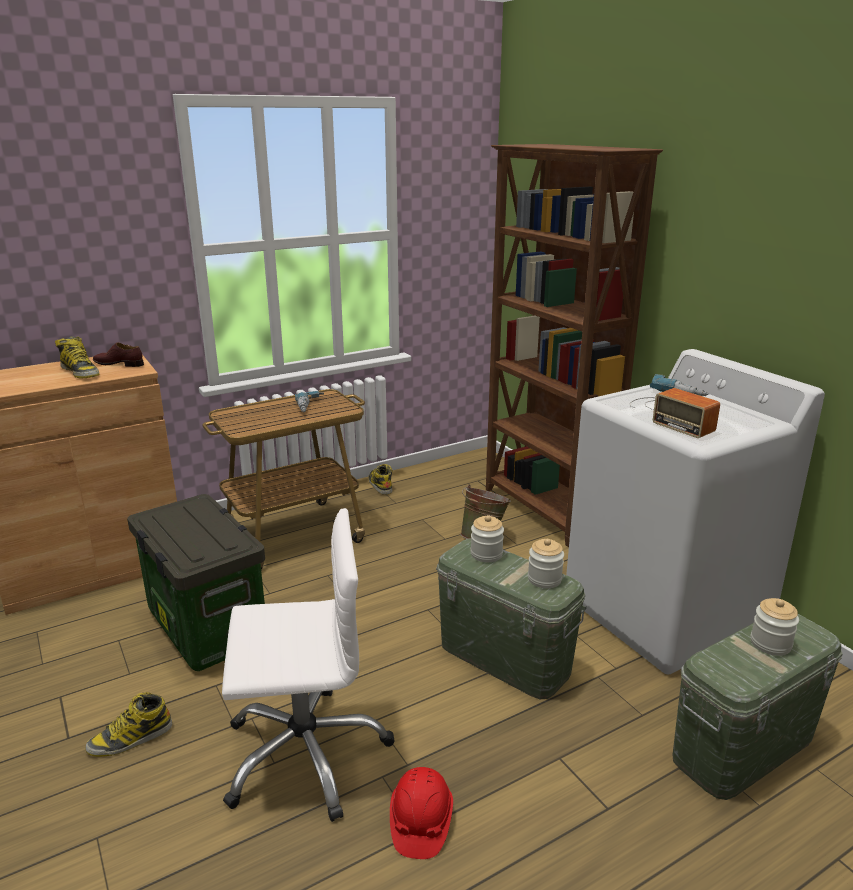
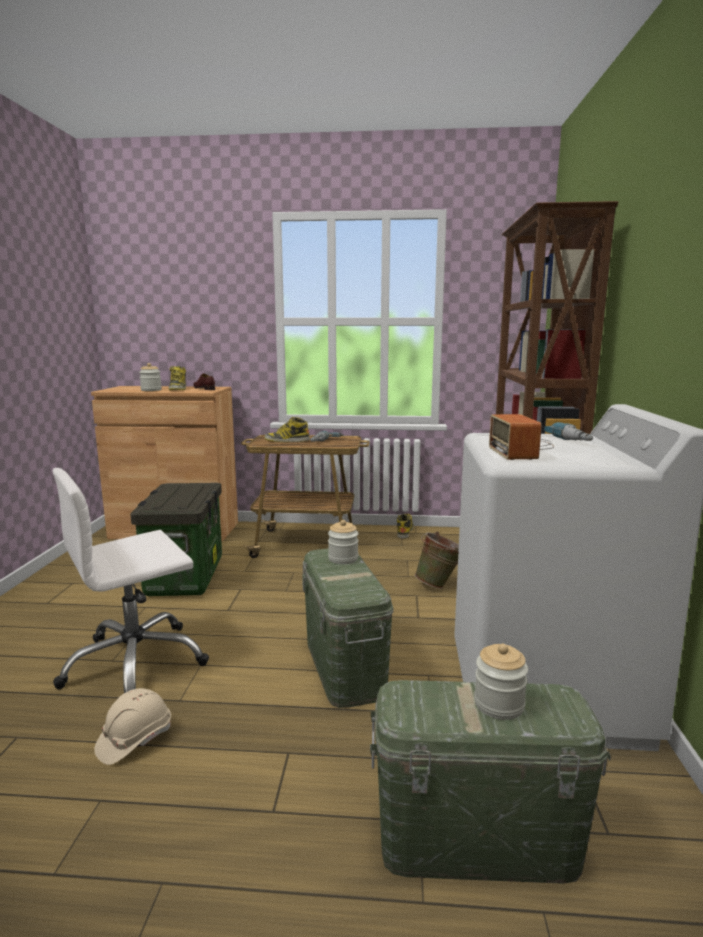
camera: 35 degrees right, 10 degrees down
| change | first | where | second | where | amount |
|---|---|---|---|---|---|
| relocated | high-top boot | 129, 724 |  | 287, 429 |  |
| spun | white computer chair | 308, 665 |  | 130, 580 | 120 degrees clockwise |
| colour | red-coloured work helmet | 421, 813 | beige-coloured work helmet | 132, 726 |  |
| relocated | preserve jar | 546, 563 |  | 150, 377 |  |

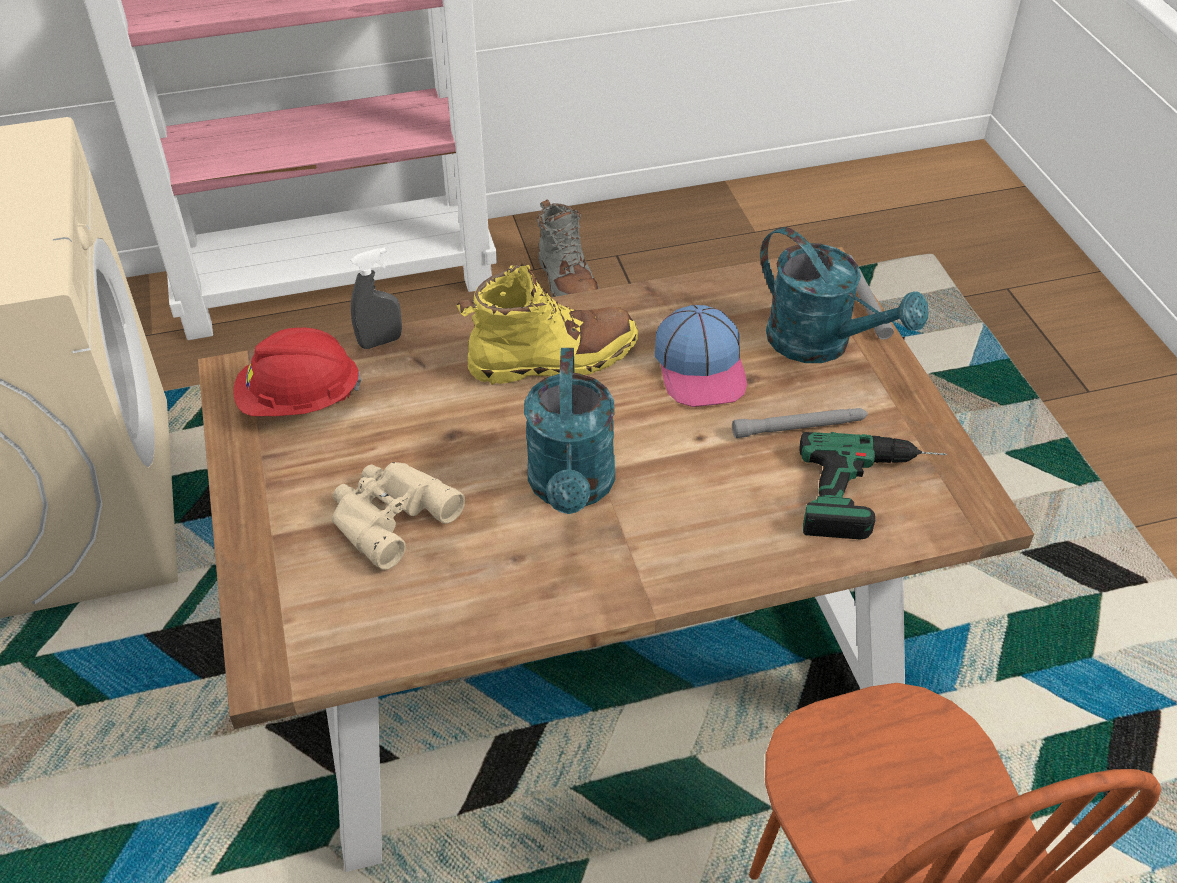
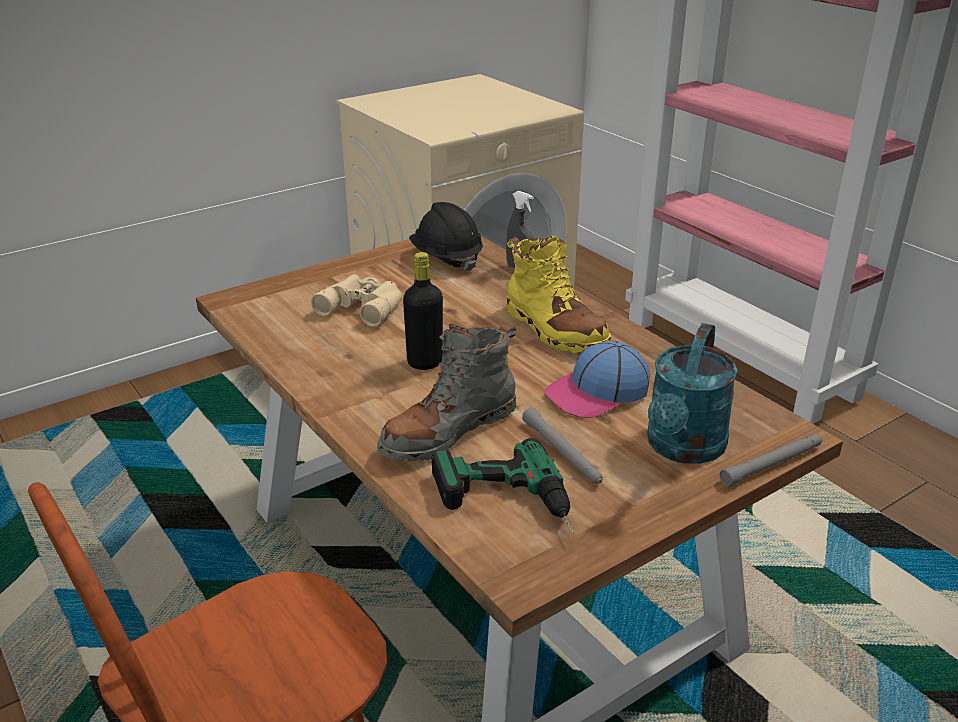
camera: 70 degrees right, 15 degrees down
| change | first | where | second | where | amount |
|---|---|---|---|---|---|
| colour | red-coloured work helmet | 298, 372 | black work helmet | 446, 237 |  |
| exchanged | blue-green sprinkling can | 569, 431 | black bottle | 423, 311 |  |
| relocated | gray high-top boot | 568, 248 |  | 447, 392 |  |

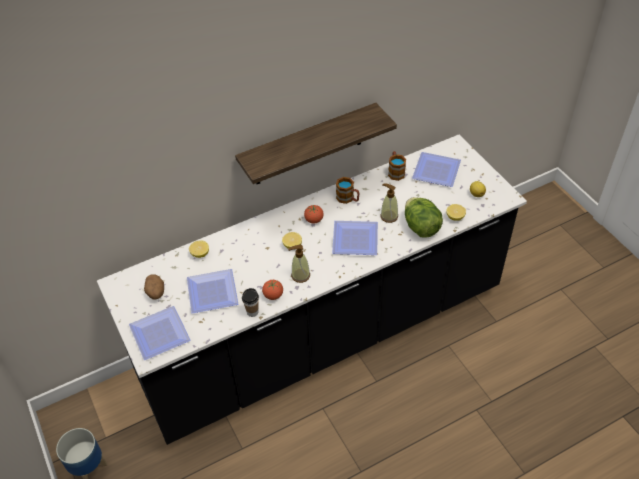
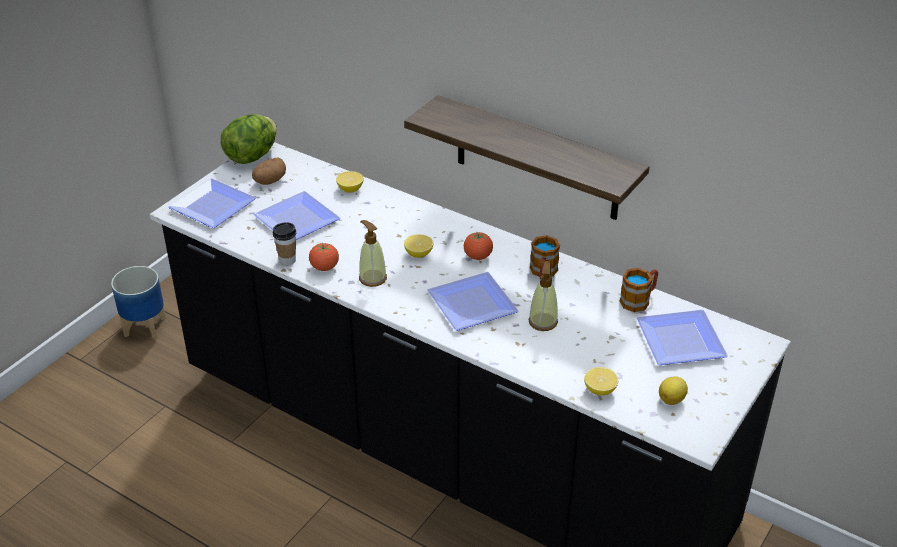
camera: 60 degrees right, 10 degrees down
| change | first | where | second | where | amount |
|---|---|---|---|---|---|
| relocated | lettuce head | 424, 217 |  | 249, 139 |  |

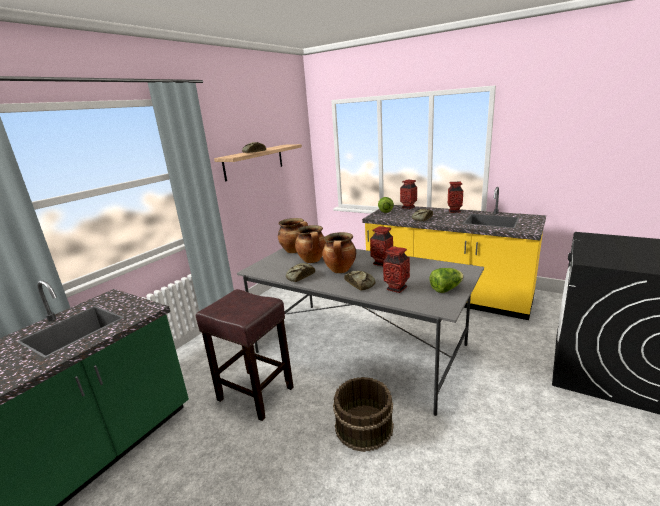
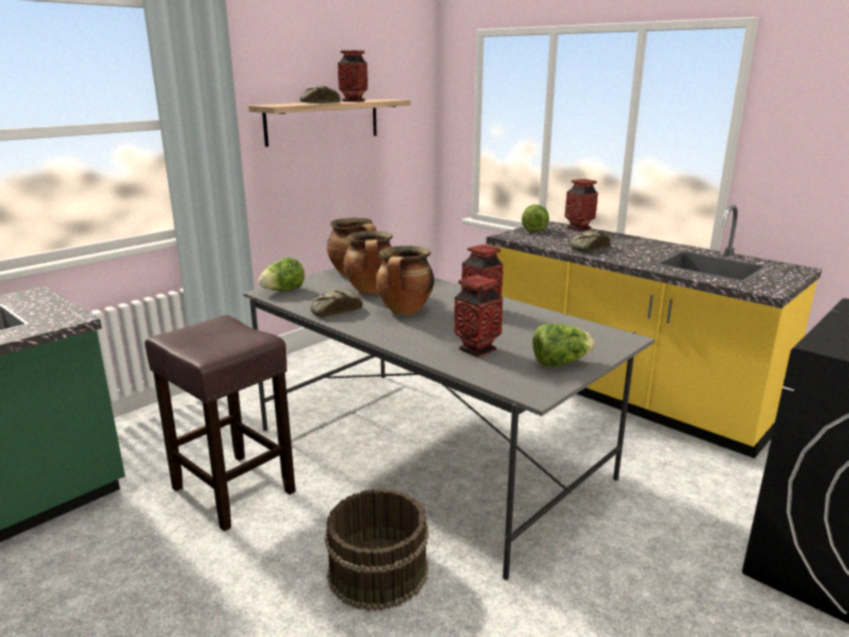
camera: 10 degrees right, 0 degrees up
| change | first | where | second | where | amount |
|---|---|---|---|---|---|
| missing | bread | 360, 281 |  |  |  |
| relocated | flower vase | 455, 197 |  | 353, 76 |  |
| appeared |  |  | lettuce head | 281, 274 |  |

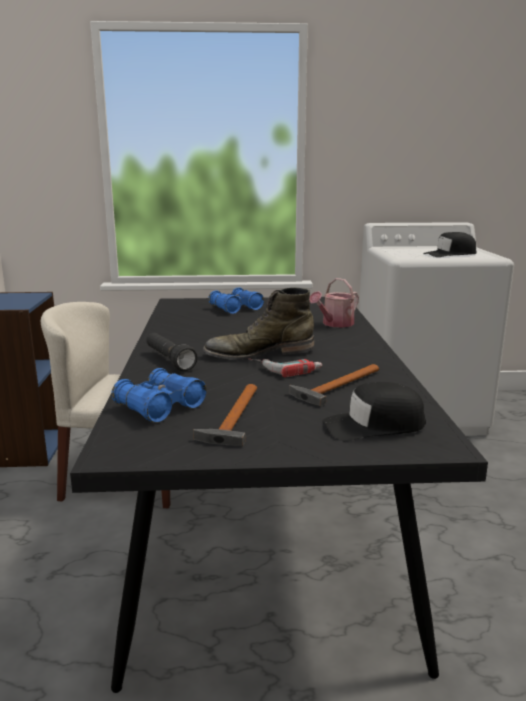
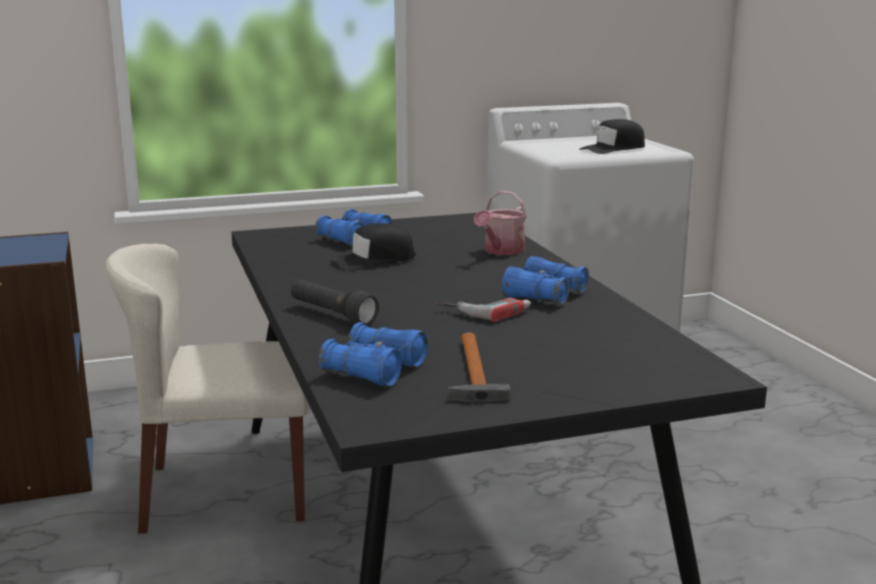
camera: 15 degrees left, 0 degrees up
| change | first | where | second | where | amount |
|---|---|---|---|---|---|
| missing | greenish high-top boot | 258, 323 |  |  |  |
| missing | hammer | 334, 385 |  |  |  |
| relocated | black cap | 374, 411 |  | 372, 246 |  |
| appeared |  |  | blue-coloured pair of binoculars | 545, 280 |  |

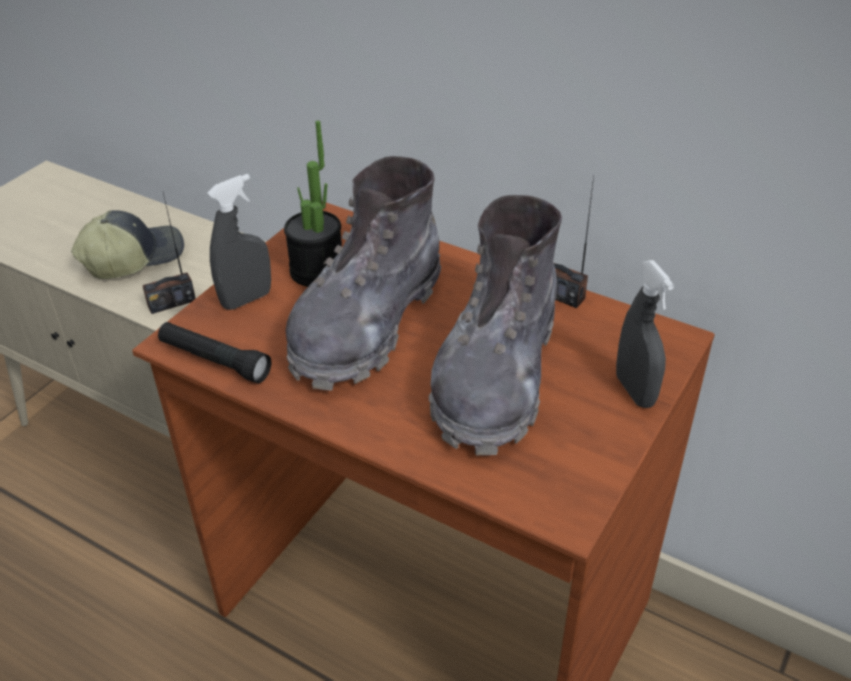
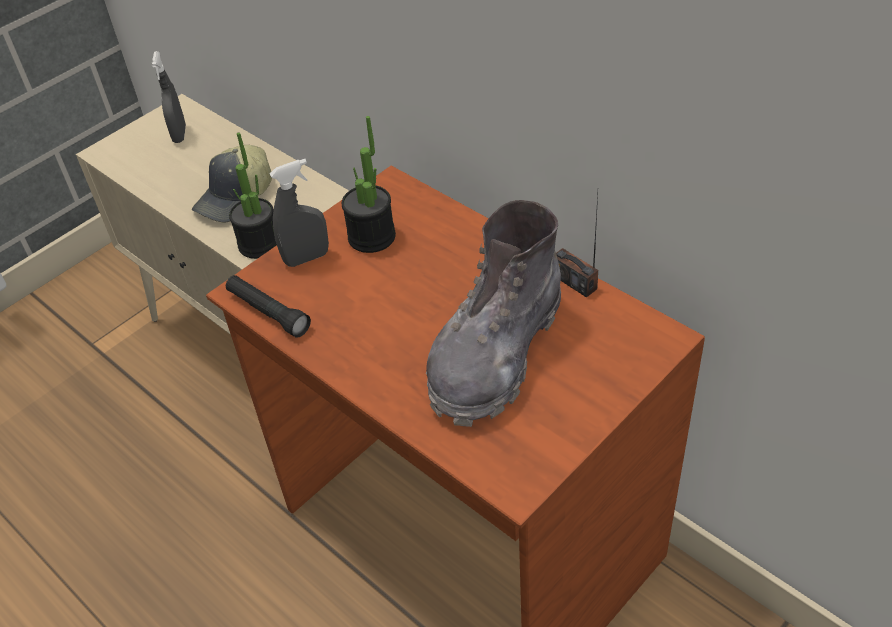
camera: 15 degrees right, 5 degrees up
| change | first | where | second | where | amount |
|---|---|---|---|---|---|
| spun | cap | 127, 244 |  | 232, 184 | 150 degrees clockwise |
| exchanged | radio receiver | 169, 253 | houseplant | 253, 196 |  |
| missing | gray high-top boot | 363, 273 |  |  |  |
| relocated | gray spray bottle | 645, 334 |  | 169, 97 |  |

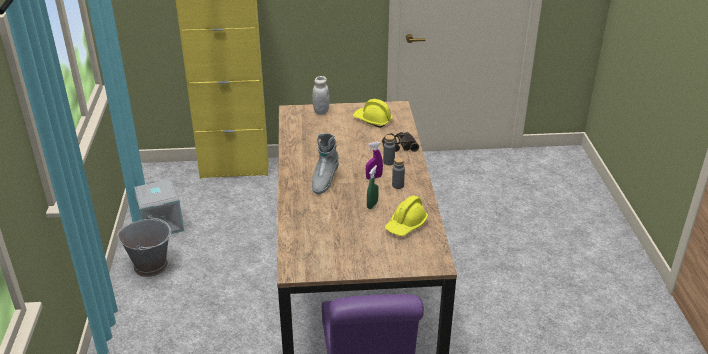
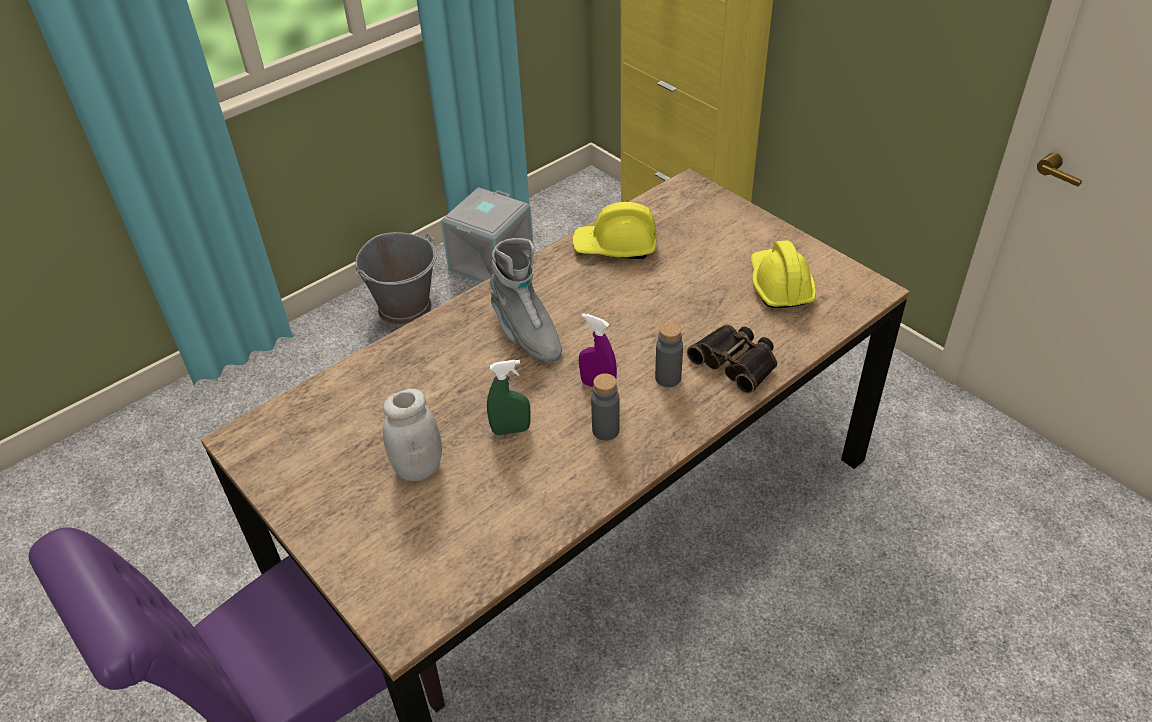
camera: 55 degrees right, 10 degrees up
| change | first | where | second | where | amount |
|---|---|---|---|---|---|
| relocated | white preserve jar | 320, 95 |  | 412, 435 |  |
| spun | gray high-top boot | 325, 163 |  | 525, 300 | 105 degrees counterclockwise |
| relocated | yellow-coloured work helmet | 406, 215 |  | 614, 230 |  |

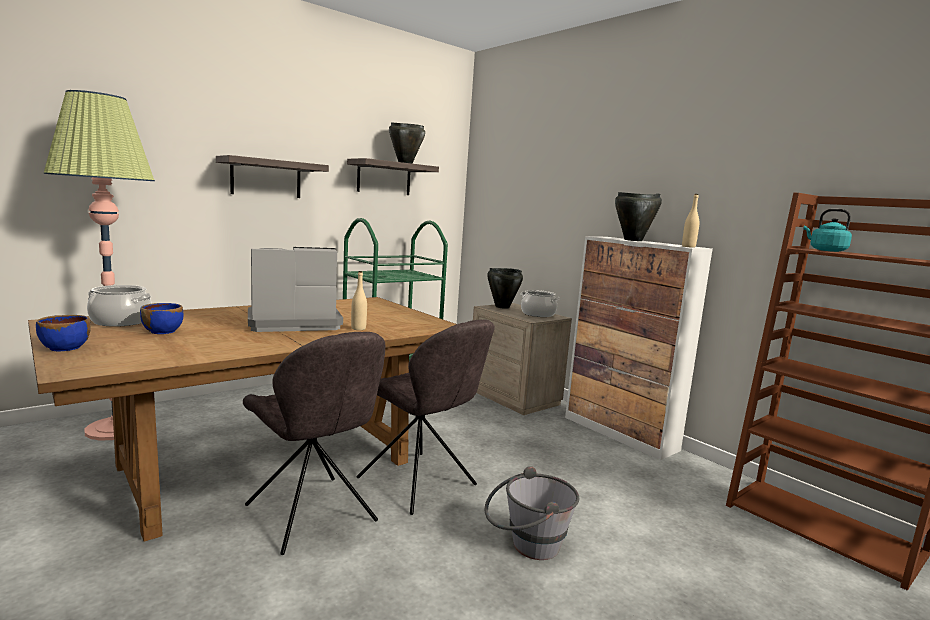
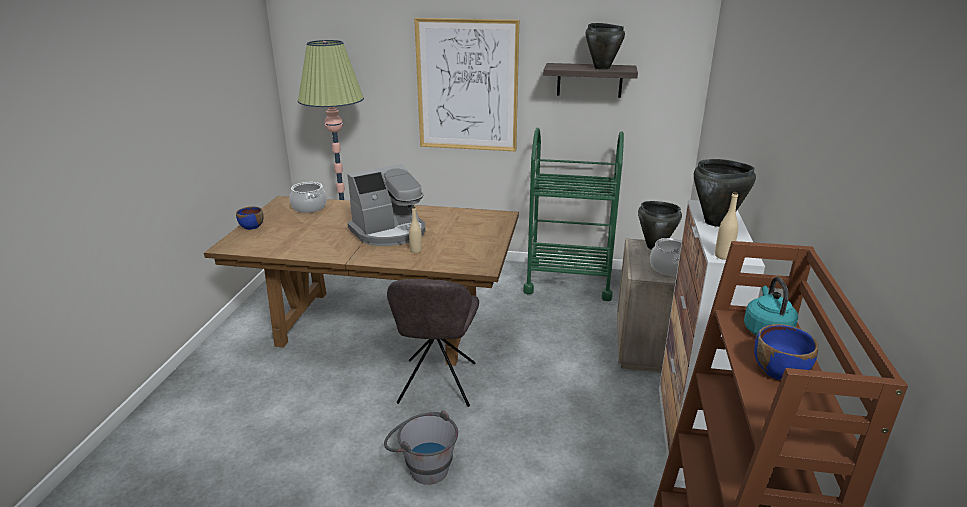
camera: 50 degrees right, 15 degrees up
| change | first | where | second | where | amount |
|---|---|---|---|---|---|
| relocated | blue-coloured bowl | 162, 318 |  | 786, 352 |  |
| exchanged | bracket shelf | 272, 176 | wall picture | 466, 85 |  |
| missing | gray upright chair | 314, 443 |  |  |  |
| spun | coffee maker | 295, 289 |  | 386, 205 | 120 degrees clockwise |

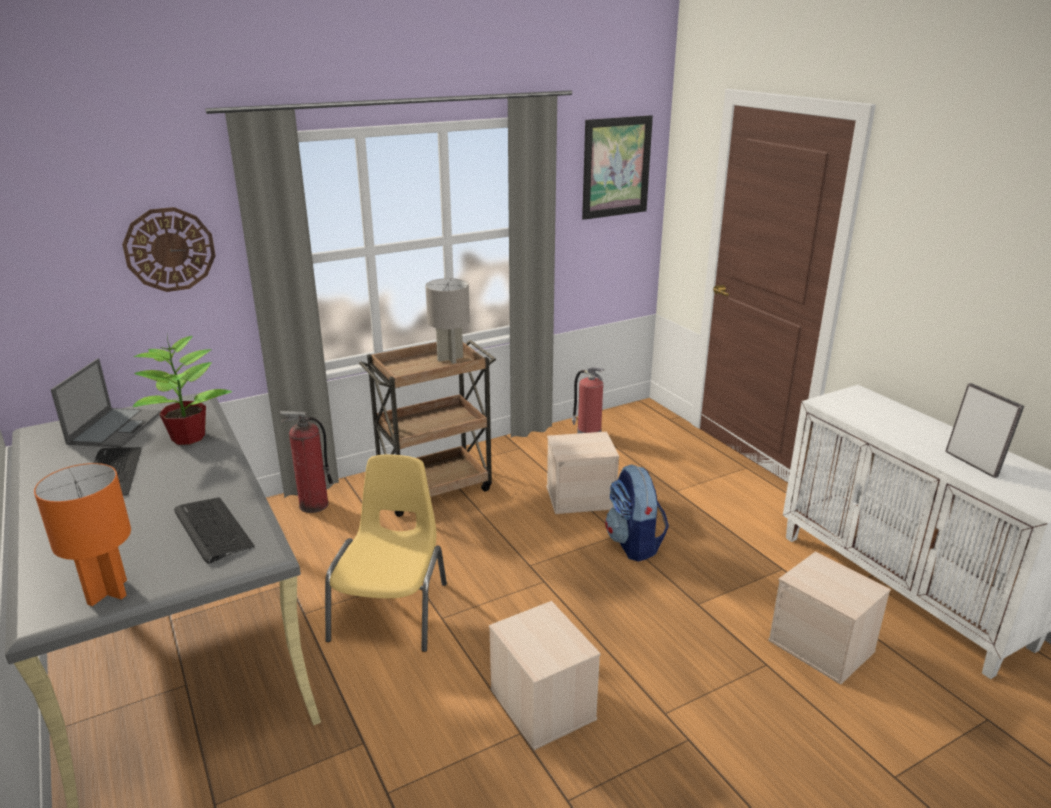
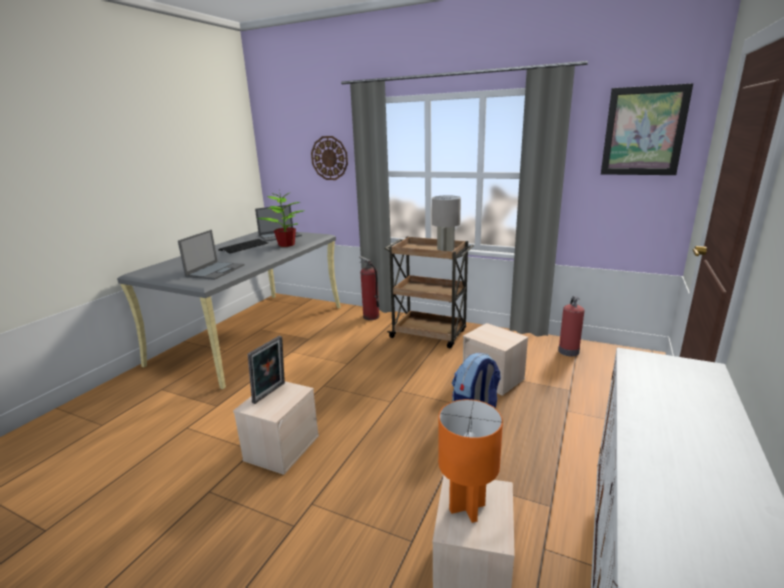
camera: 55 degrees right, 5 degrees down
| change | first | where | second | where | amount |
|---|---|---|---|---|---|
| relocated | orange-coloured tabletop lamp | 82, 534 |  | 470, 461 |  |
| exchanged | computer keyboard | 214, 530 | laptop | 211, 255 |  |
| missing | yellow-coloured upright chair | 386, 553 |  |  |  |
| relocated | photo frame | 984, 430 |  | 266, 370 |  |

